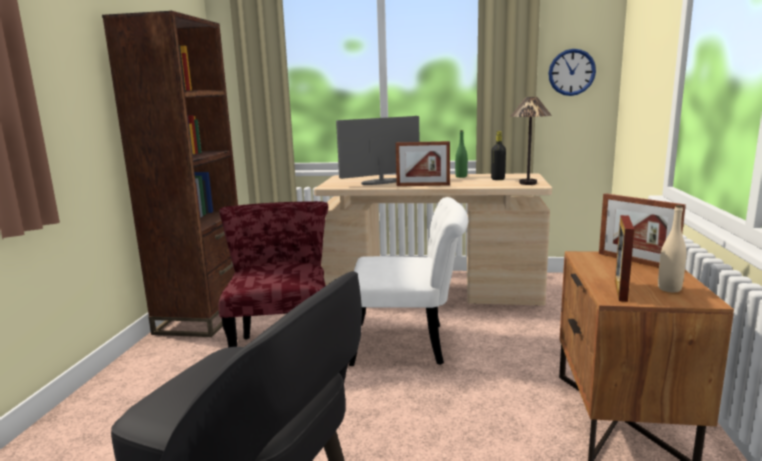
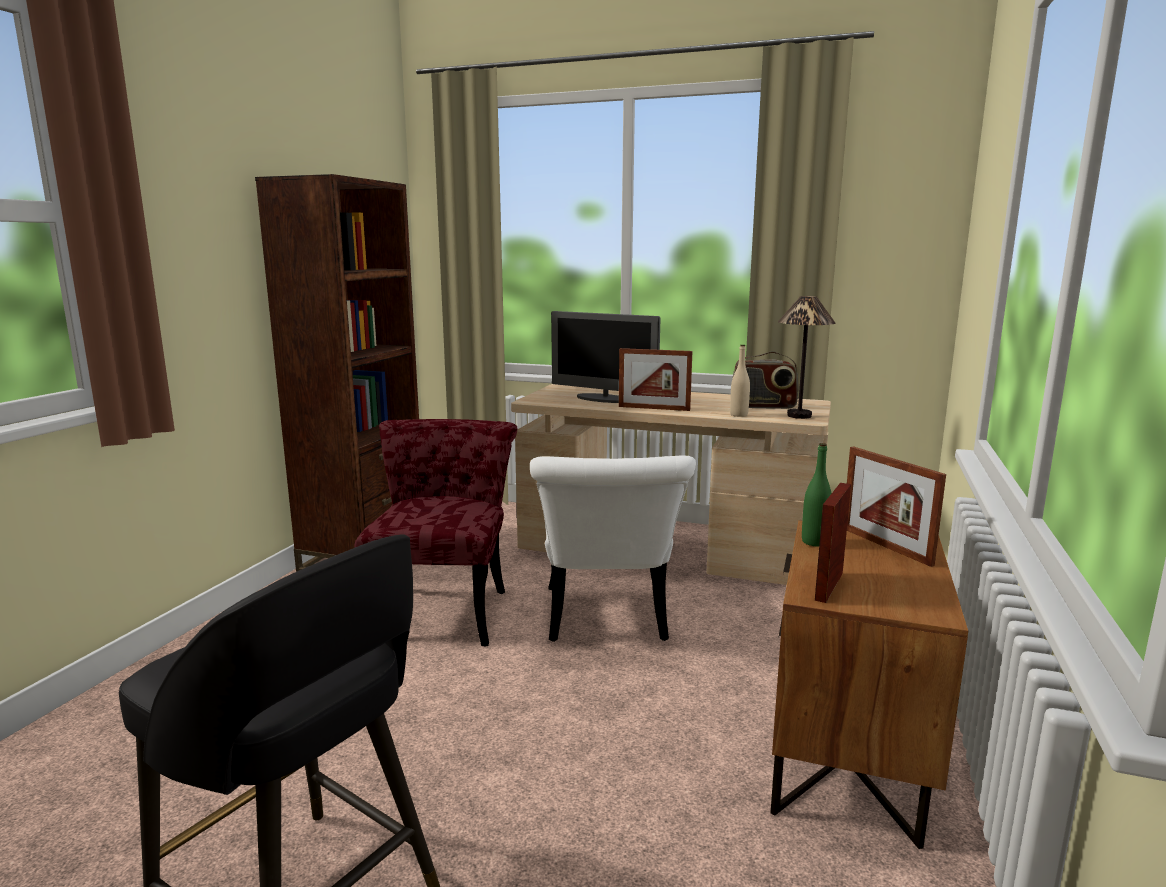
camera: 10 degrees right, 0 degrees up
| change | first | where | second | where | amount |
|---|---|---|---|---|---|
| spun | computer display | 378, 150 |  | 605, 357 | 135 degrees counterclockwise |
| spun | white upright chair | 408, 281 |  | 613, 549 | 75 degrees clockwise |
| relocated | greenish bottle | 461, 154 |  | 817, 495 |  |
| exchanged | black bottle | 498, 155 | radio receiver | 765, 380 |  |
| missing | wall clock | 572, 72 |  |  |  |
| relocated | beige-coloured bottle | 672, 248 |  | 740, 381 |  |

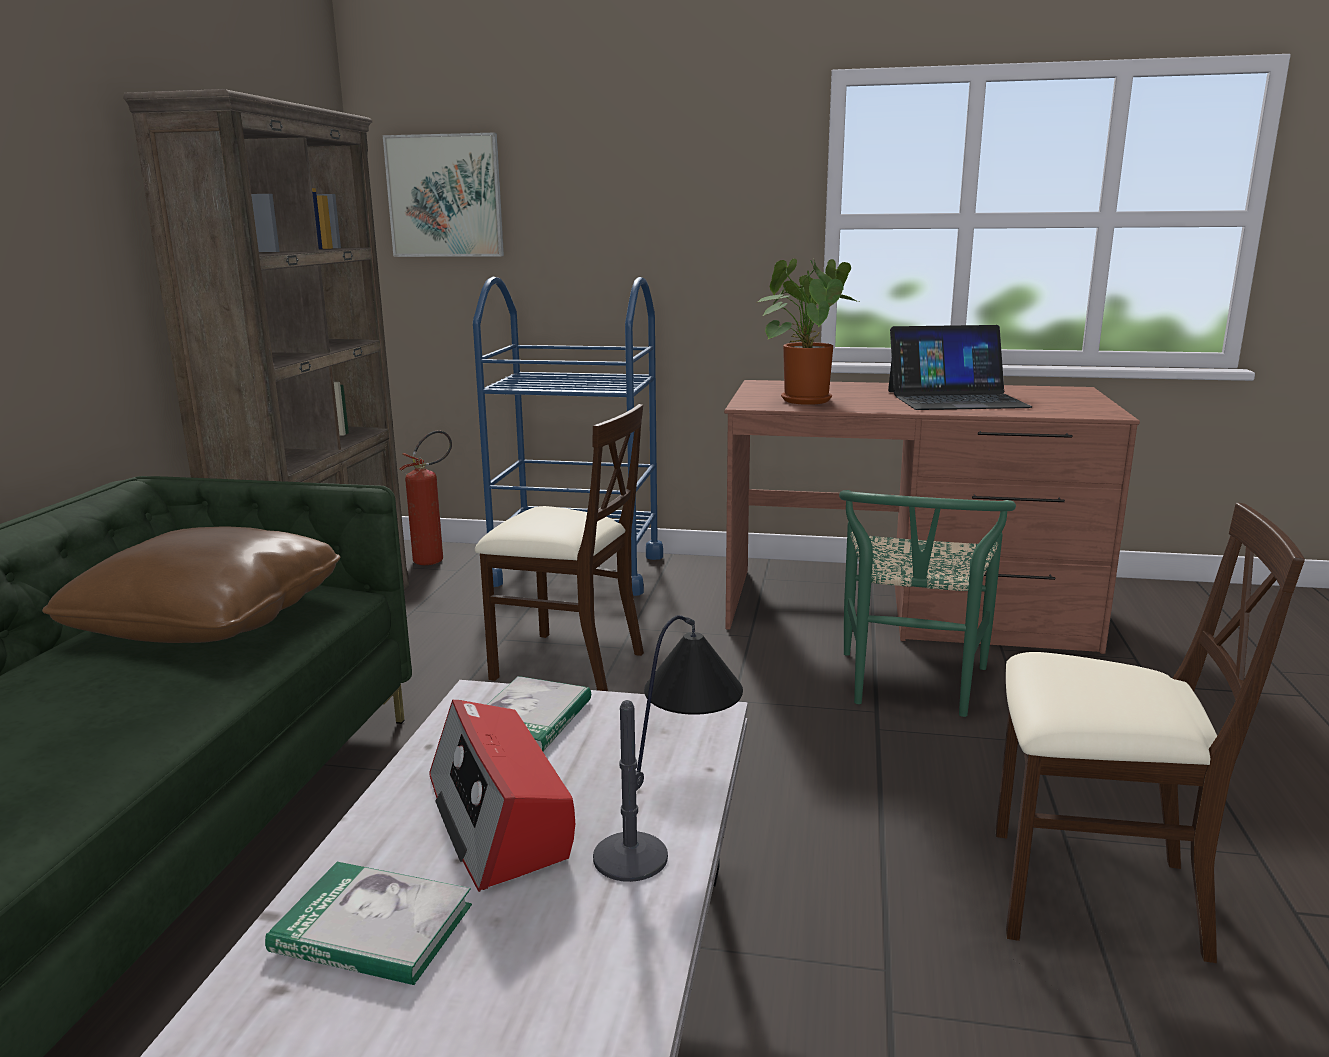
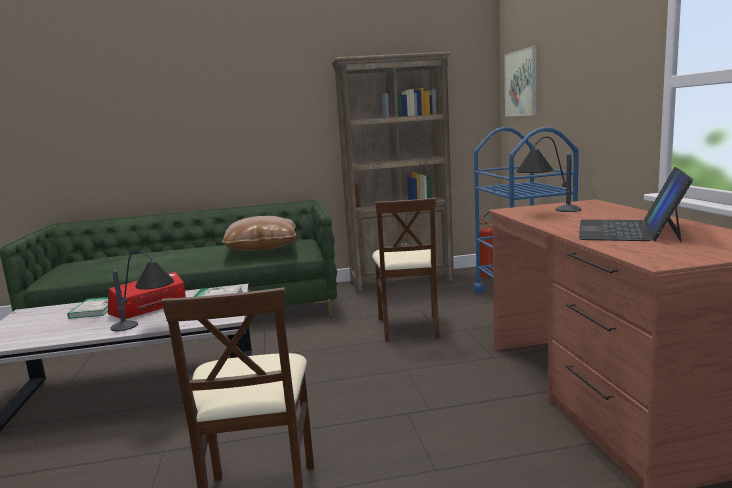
camera: 70 degrees right, 5 degrees down
| change | first | where | second | where | amount |
|---|---|---|---|---|---|
| exchanged | houseplant | 808, 331 | tabletop lamp | 548, 174 |  |
| missing | greenish upright chair | 927, 603 |  |  |  |
| spun | laptop | 960, 367 |  | 636, 204 | 45 degrees clockwise |

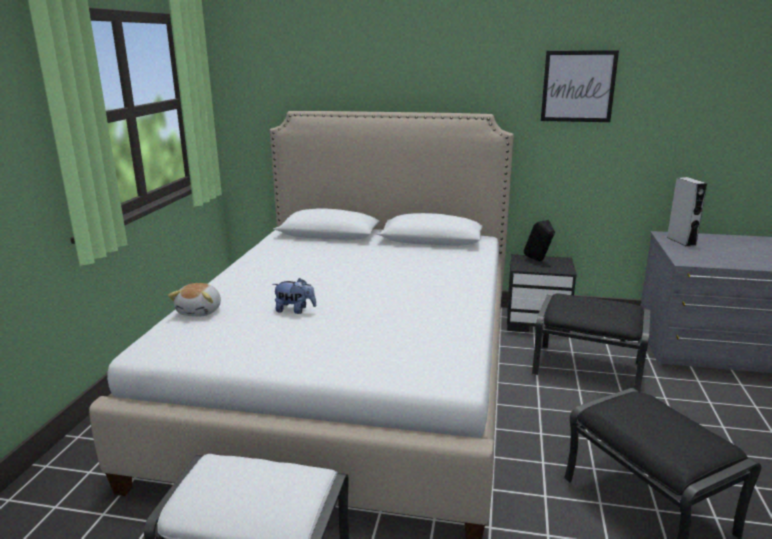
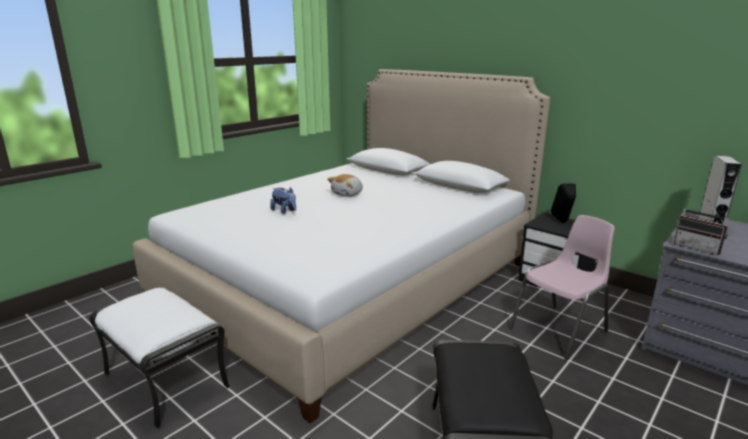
camera: 30 degrees right, 0 degrees up
| change | first | where | second | where | amount |
|---|---|---|---|---|---|
| relocated | plush toy | 194, 299 |  | 345, 185 |  |
| exchanged | black pouffe | 591, 342 | pinkish upright chair | 562, 287 |  |
| missing | wall picture | 580, 86 |  |  |  |
| appeared |  |  | radio receiver | 701, 227 |  |

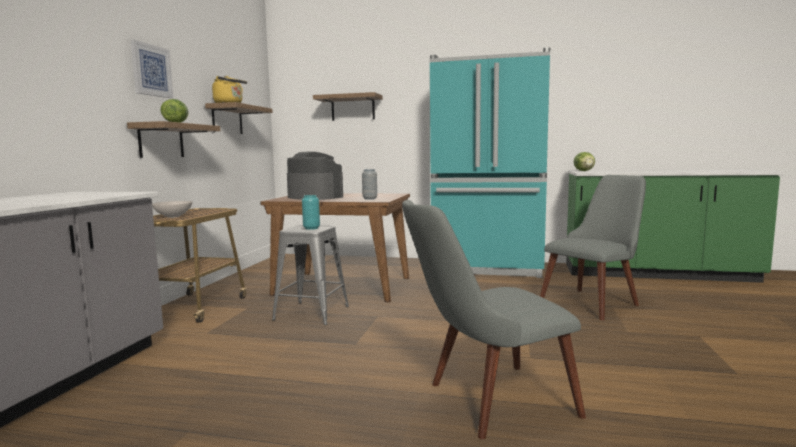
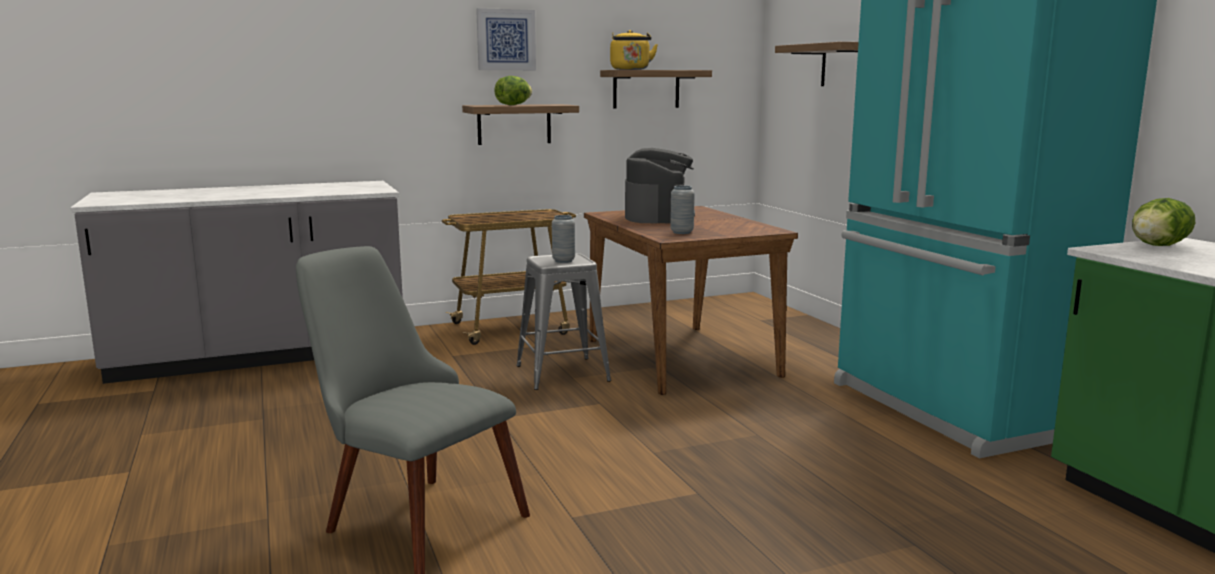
camera: 55 degrees right, 5 degrees up
| change | first | where | second | where | amount |
|---|---|---|---|---|---|
| missing | white bowl | 172, 209 |  |  |  |
| colour | blue-green flower vase | 311, 212 | gray flower vase | 563, 239 |  |
| missing | gray upright chair | 593, 248 |  |  |  |

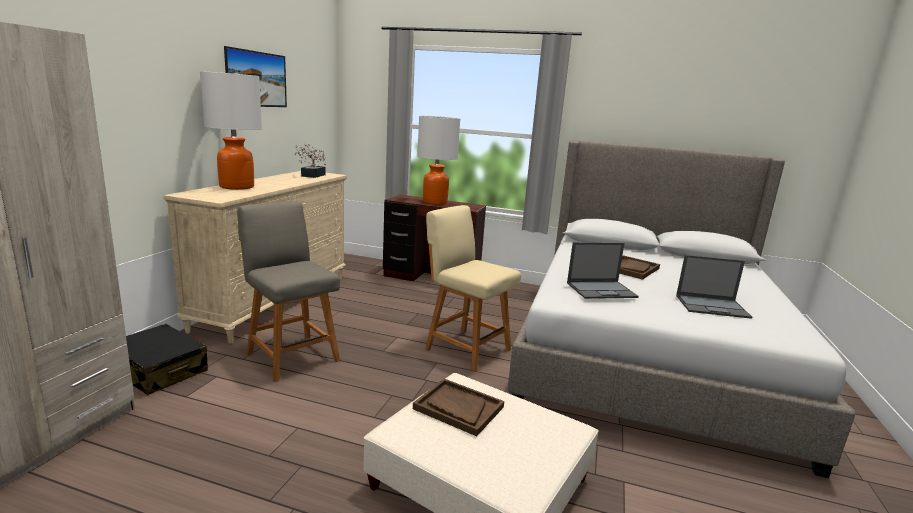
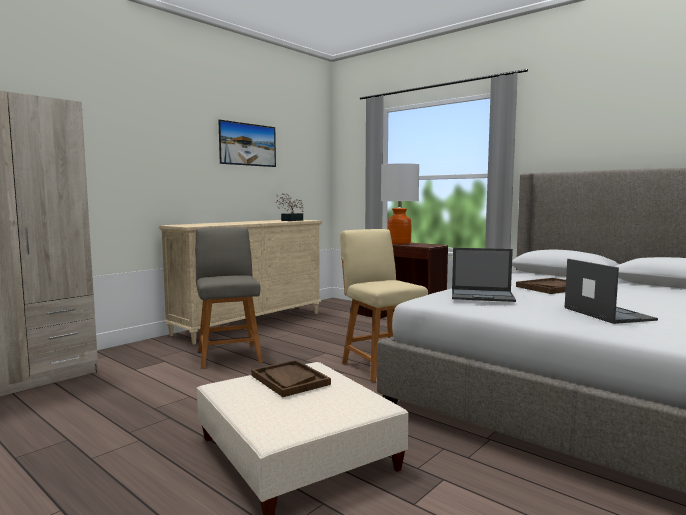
camera: 25 degrees right, 10 degrees down
| change | first | where | second | where | amount |
|---|---|---|---|---|---|
| missing | black travel case | 167, 359 |  |  |  |
| missing | tabletop lamp | 231, 130 |  |  |  |
| spun | laptop | 714, 287 |  | 611, 291 | 135 degrees counterclockwise |

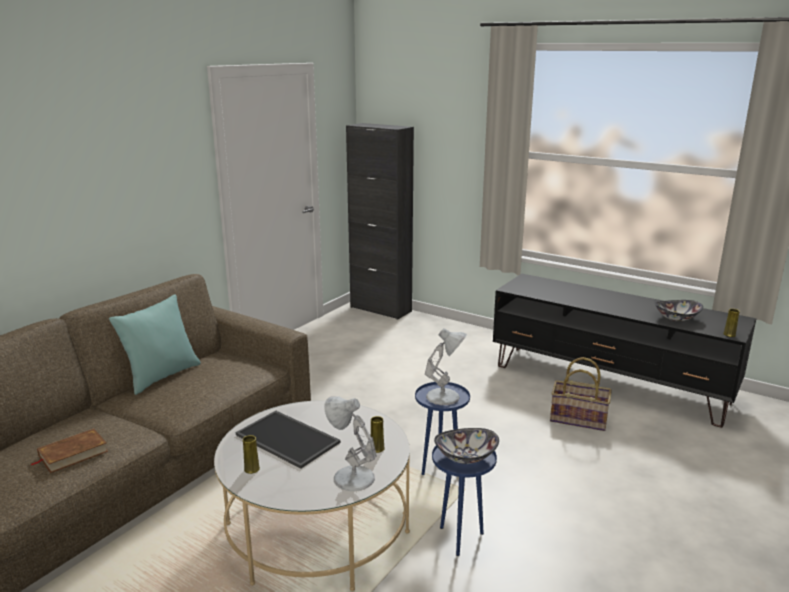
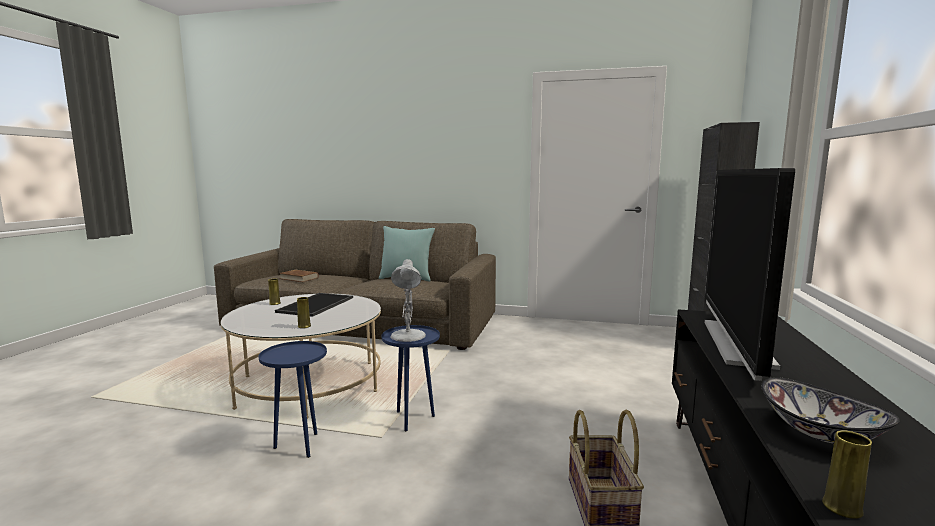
camera: 70 degrees right, 10 degrees down
| change | first | where | second | where | amount |
|---|---|---|---|---|---|
| missing | white tabletop lamp | 350, 443 |  |  |  |
| missing | bowl | 466, 446 |  |  |  |
| appeared |  |  | television | 749, 274 |  |

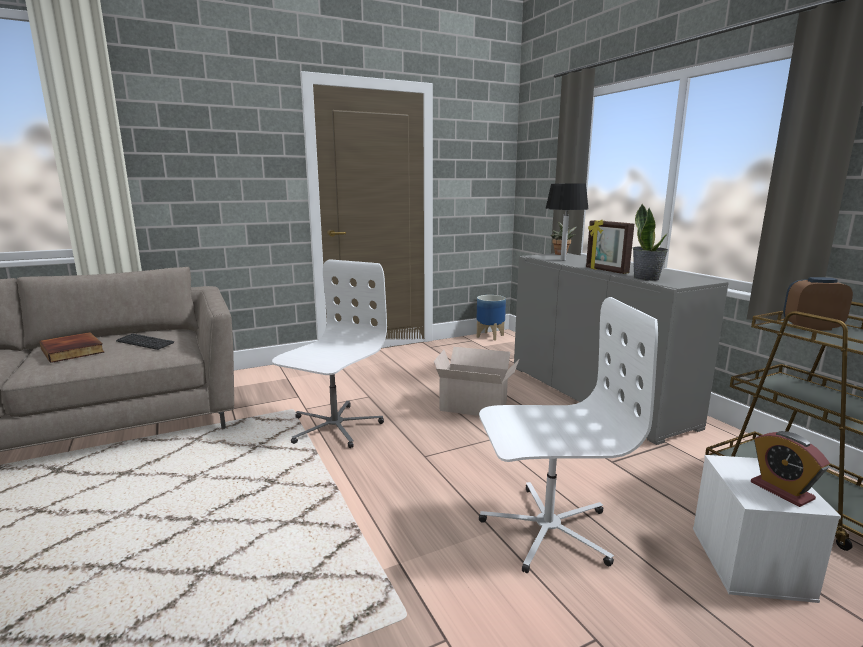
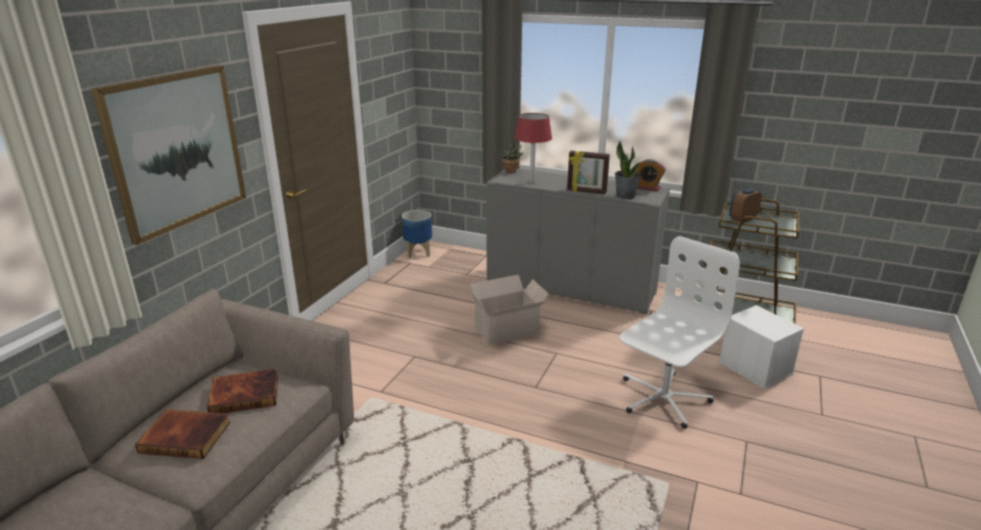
camera: 40 degrees left, 10 degrees up
| change | first | where | second | where | amount |
|---|---|---|---|---|---|
| exchanged | computer keyboard | 145, 341 | bound book | 242, 391 |  |
| missing | white computer chair | 329, 353 |  |  |  |
| colour | black tabletop lamp | 566, 222 | red-coloured tabletop lamp | 533, 148 |  |
| relocated | table clock | 790, 469 |  | 651, 175 |  |
| appeared |  |  | wall picture | 168, 155 |  |

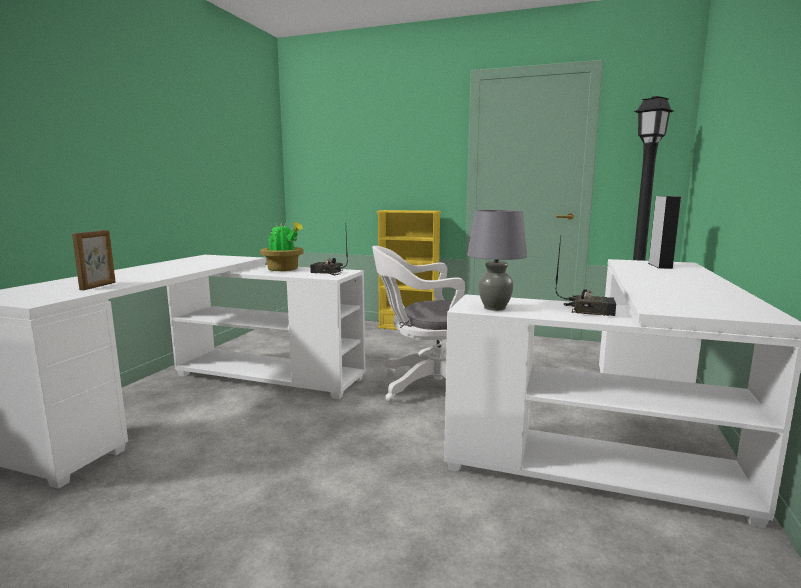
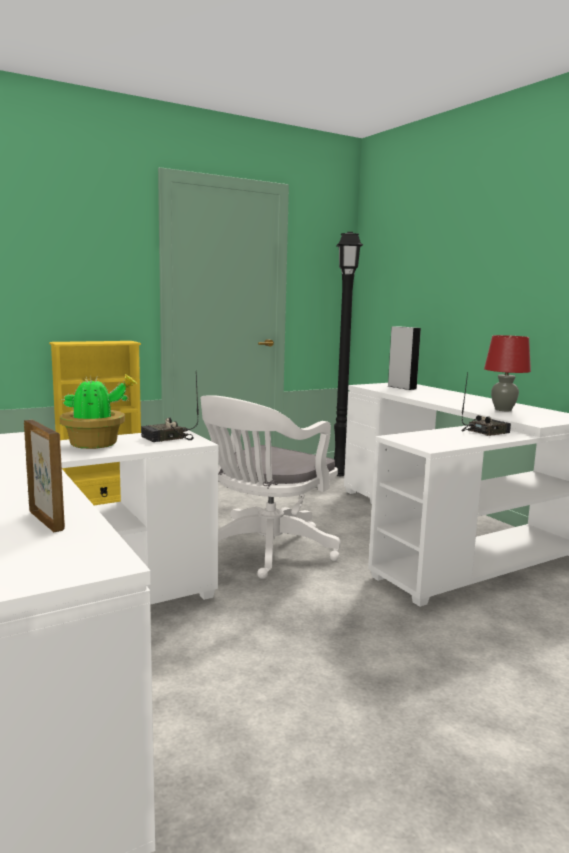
camera: 50 degrees left, 0 degrees up
| change | first | where | second | where | amount |
|---|---|---|---|---|---|
| missing | gray tabletop lamp | 497, 260 |  |  |  |
| appeared |  |  | red-coloured tabletop lamp | 507, 373 |  |

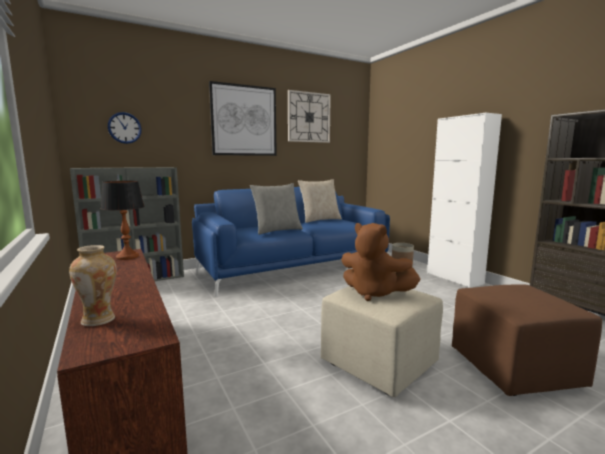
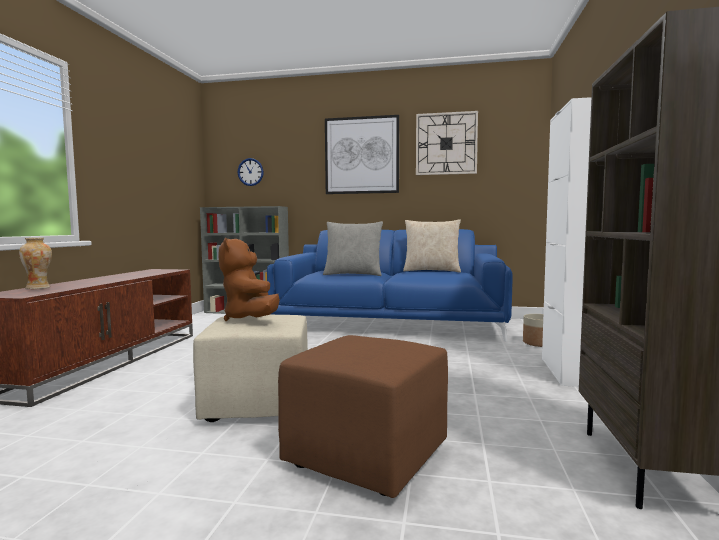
camera: 40 degrees right, 5 degrees down
| change | first | where | second | where | amount |
|---|---|---|---|---|---|
| missing | tabletop lamp | 123, 220 |  |  |  |

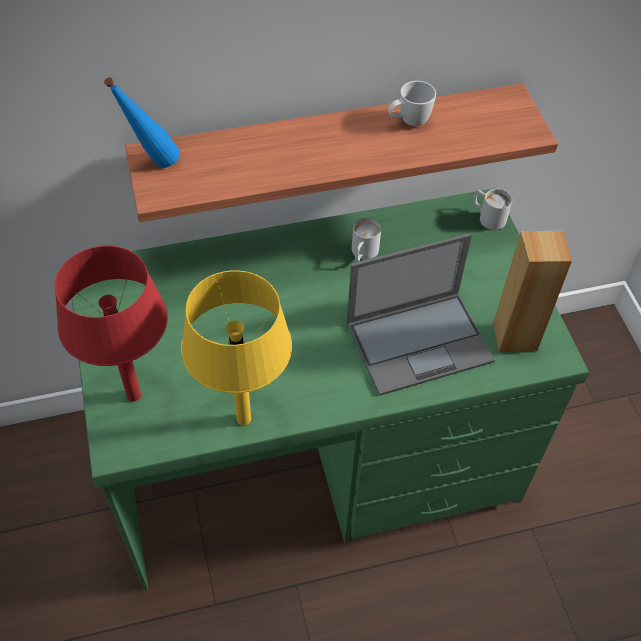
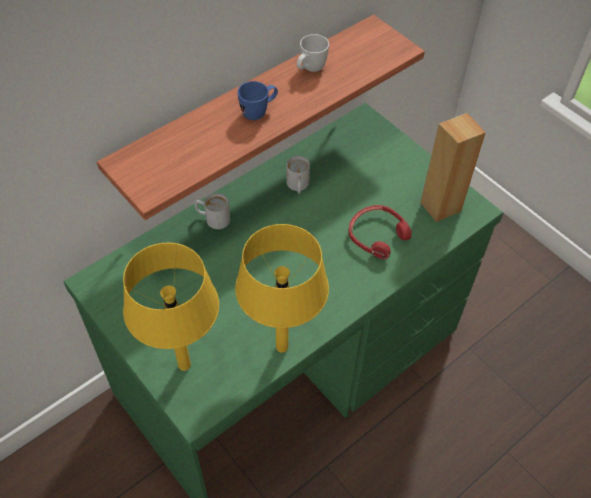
camera: 25 degrees left, 0 degrees up
| change | first | where | second | where | amount |
|---|---|---|---|---|---|
| colour | red-coloured tabletop lamp | 111, 323 | yellow-coloured tabletop lamp | 171, 307 |  |
| missing | blue-coloured bottle | 142, 122 |  |  |  |
| exchanged | laptop | 421, 314 | red-coloured headset | 380, 232 |  |
| relocated | white coffee mug | 492, 209 |  | 212, 211 |  |
| appeared |  |  | blue-coloured coffee mug | 257, 100 |  |

